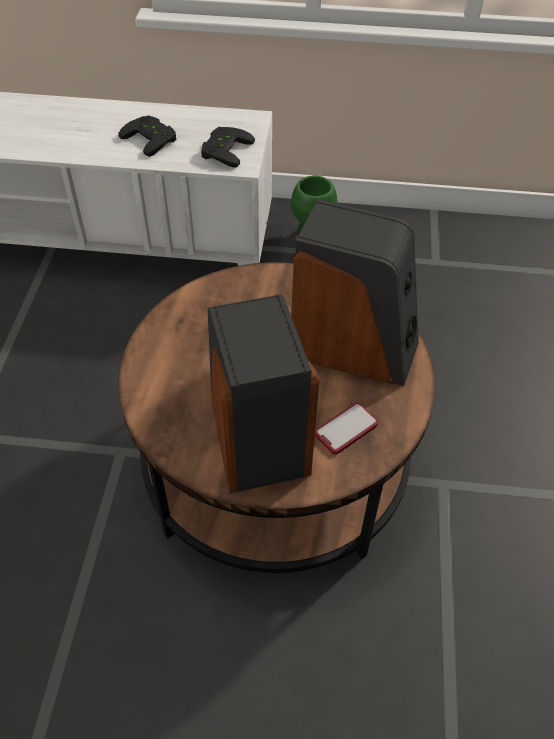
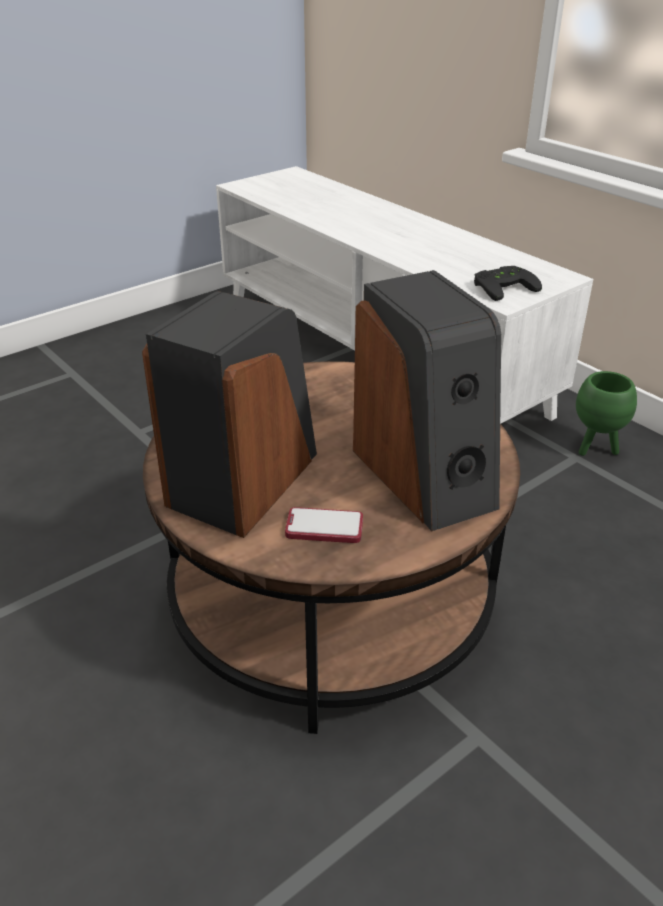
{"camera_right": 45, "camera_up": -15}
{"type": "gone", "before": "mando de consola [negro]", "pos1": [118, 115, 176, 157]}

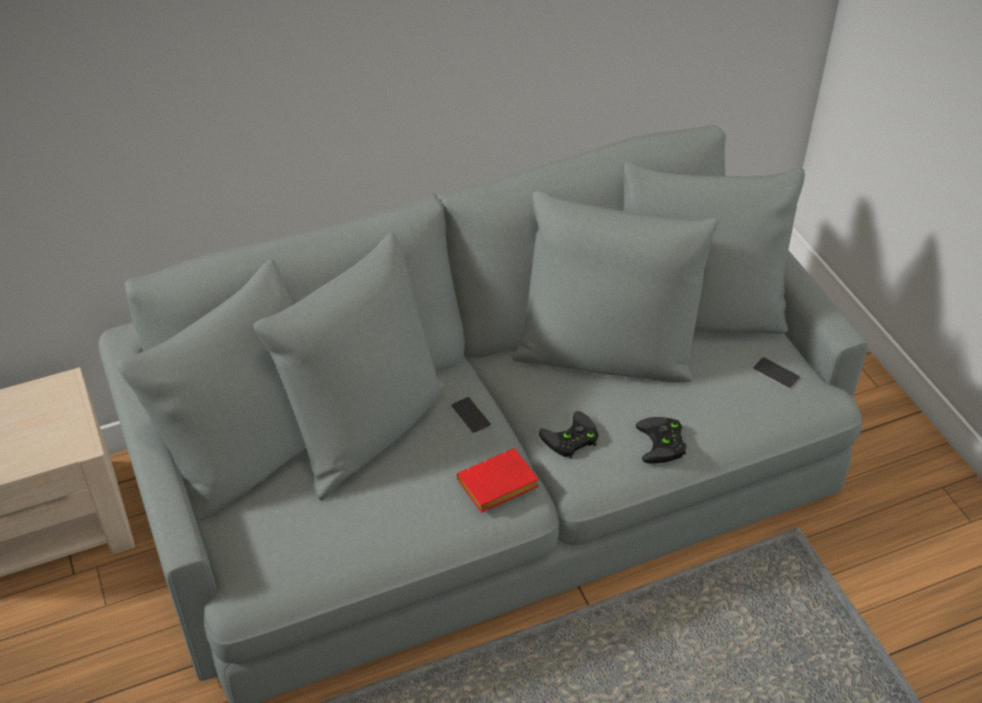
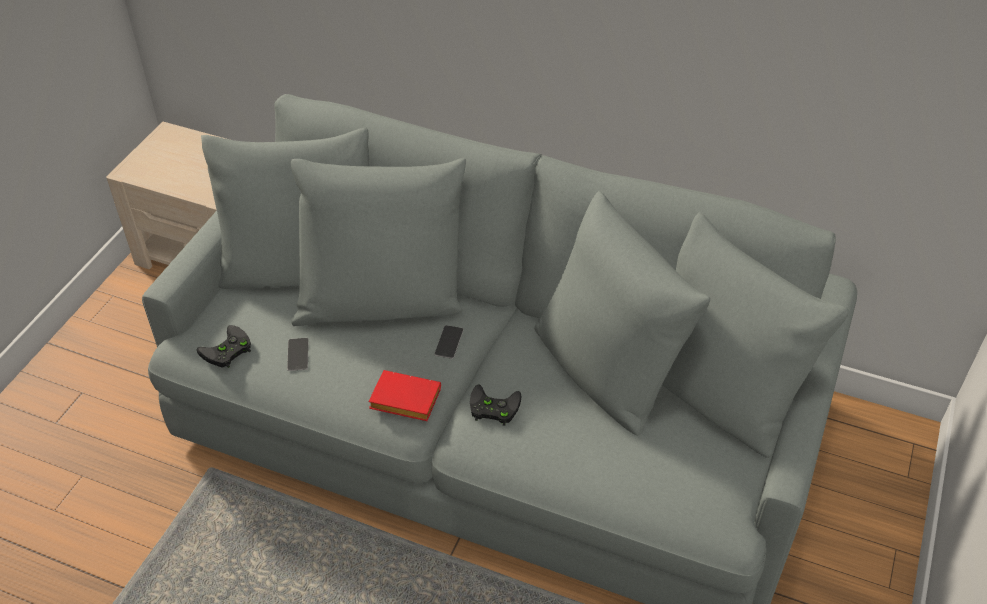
{"camera_right": 45, "camera_up": 0}
{"type": "shifted", "before": "mando de consola [negro]", "pos1": [636, 417, 686, 464], "pos2": [197, 325, 251, 368]}
{"type": "shifted", "before": "móvil", "pos1": [753, 357, 800, 389], "pos2": [287, 338, 309, 371]}

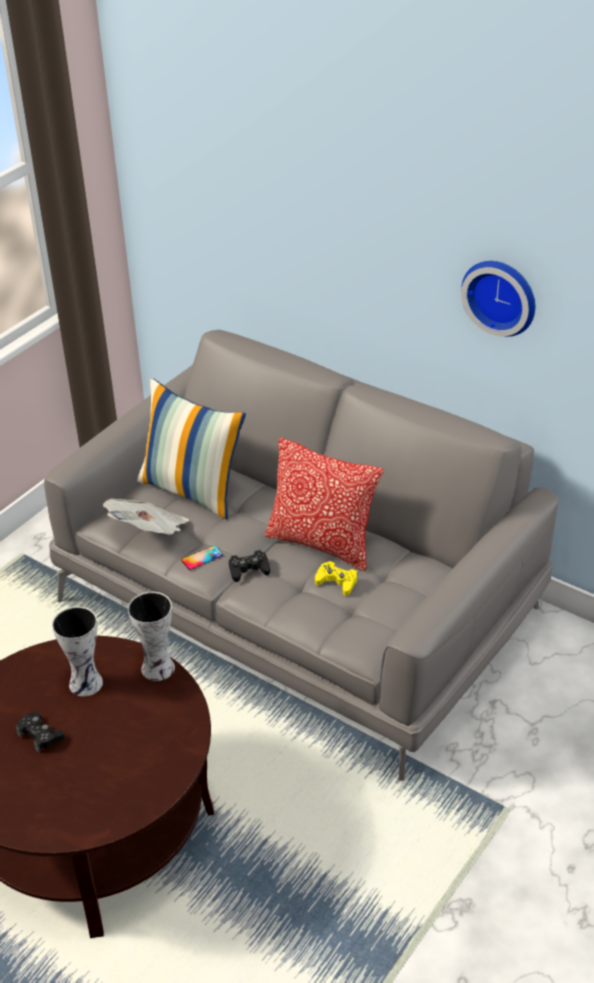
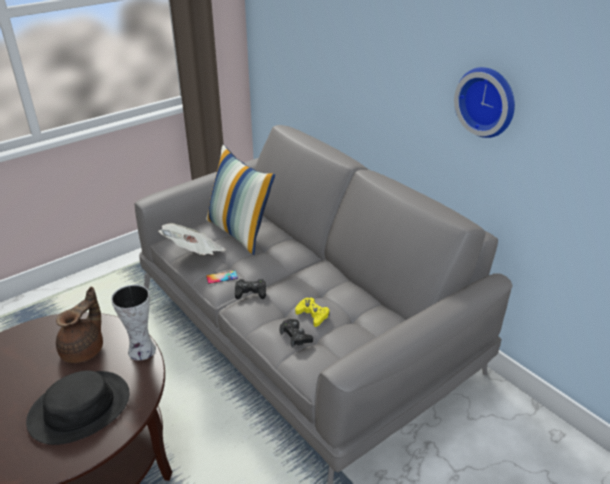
{"camera_right": 15, "camera_up": -5}
{"type": "gone", "before": "cojín", "pos1": [265, 438, 384, 571]}
{"type": "new", "after": "sombrero [negro]", "pos2": [26, 370, 129, 445]}
{"type": "shifted", "before": "mando de consola [negro]", "pos1": [16, 712, 65, 752], "pos2": [280, 319, 313, 348]}
{"type": "swapped", "before": "florero", "after": "tetera [marrón]", "pos1": [52, 606, 103, 696], "pos2": [56, 286, 103, 363]}

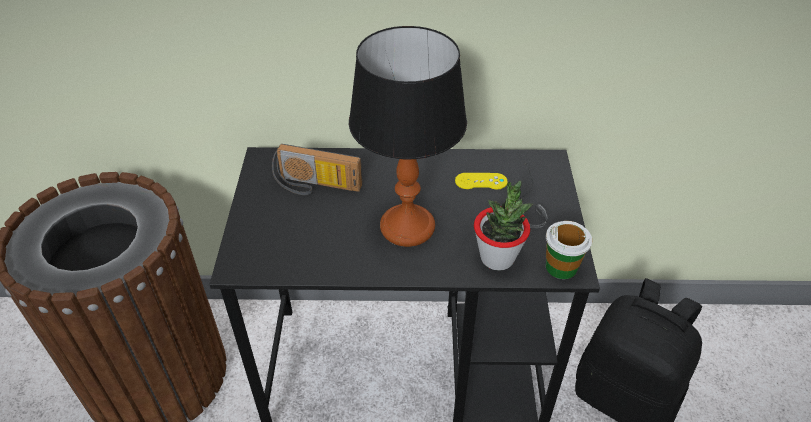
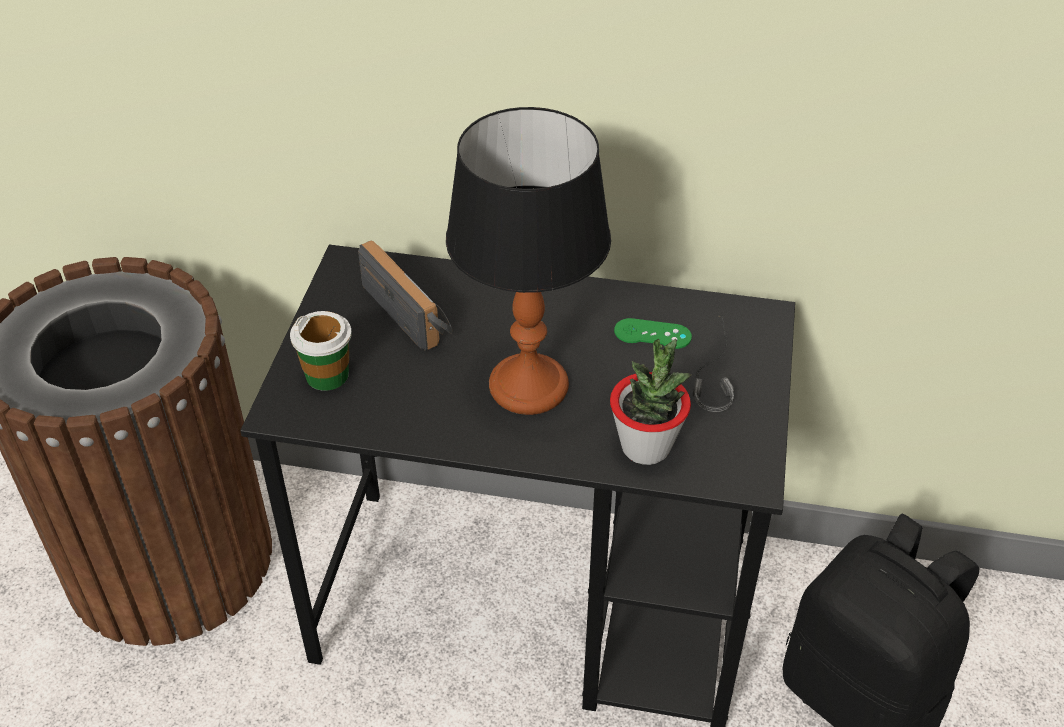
{"camera_right": 10, "camera_up": 0}
{"type": "shifted", "before": "taza", "pos1": [546, 221, 592, 279], "pos2": [290, 311, 352, 391]}
{"type": "repainted", "before": "mando de consola [amarillo]", "after": "mando de consola [verde]", "pos1": [455, 173, 508, 189], "pos2": [614, 318, 692, 349]}
{"type": "rotated", "before": "radio", "pos1": [272, 144, 362, 195], "pos2": [358, 240, 452, 351], "turn": -150}

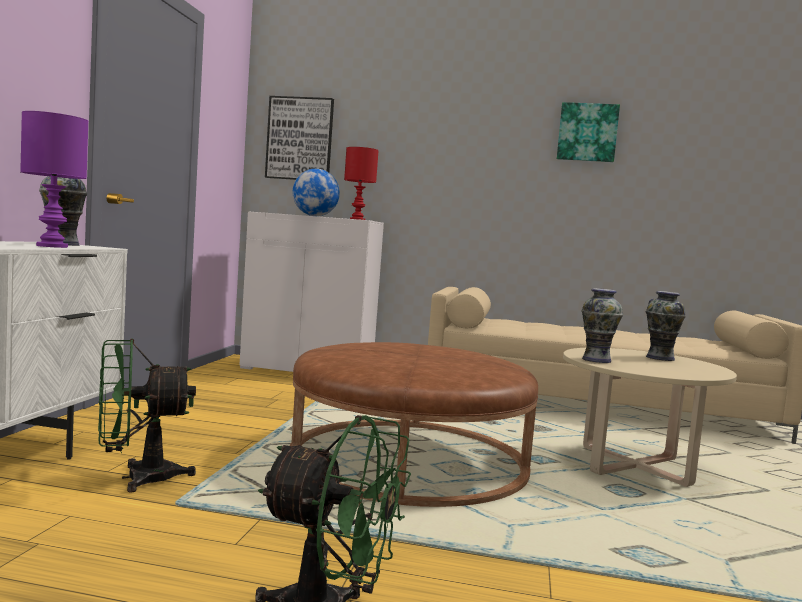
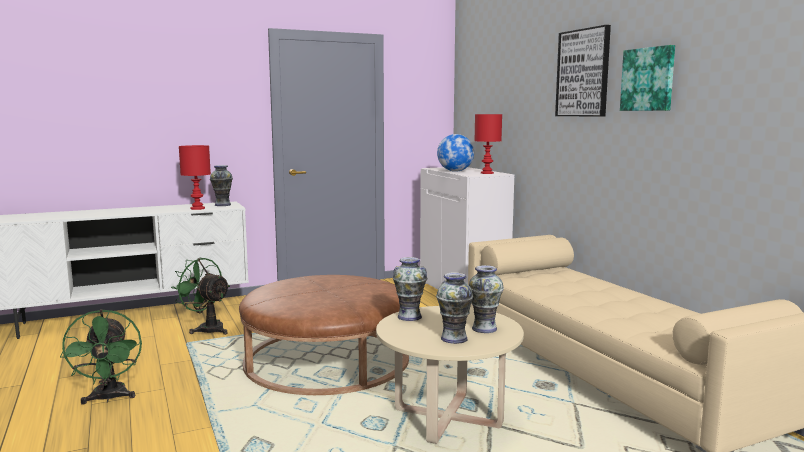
{"camera_right": 55, "camera_up": 5}
{"type": "new", "after": "florero", "pos2": [436, 272, 473, 344]}
{"type": "shifted", "before": "cuadro", "pos1": [265, 96, 334, 180], "pos2": [555, 25, 611, 117]}
{"type": "repainted", "before": "lámpara de mesa [morado]", "after": "lámpara de mesa [rojo]", "pos1": [20, 111, 89, 248], "pos2": [179, 145, 211, 210]}

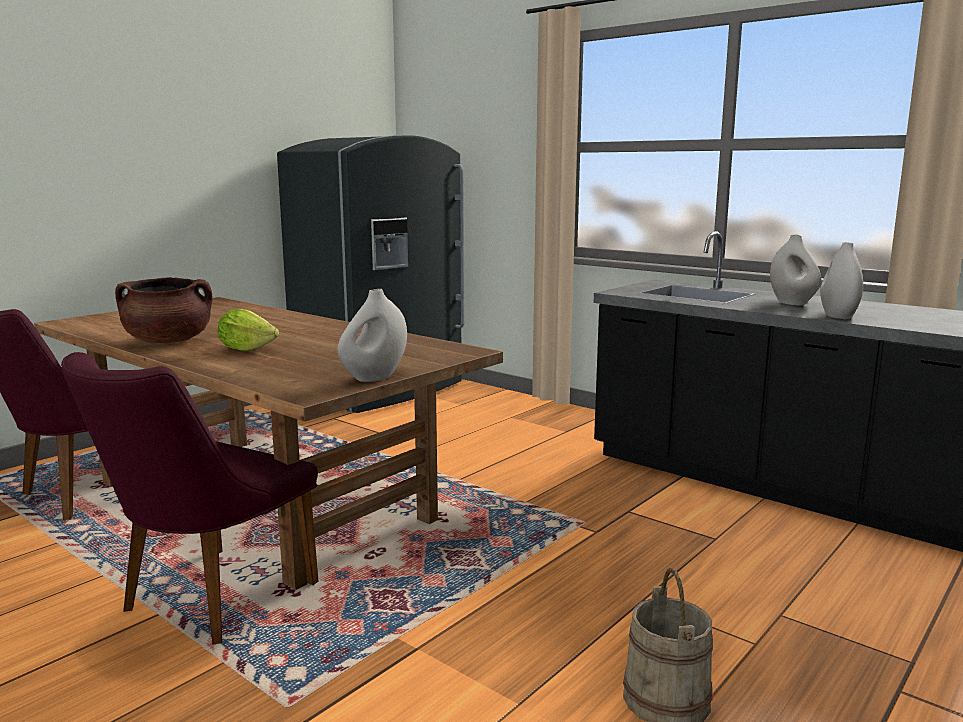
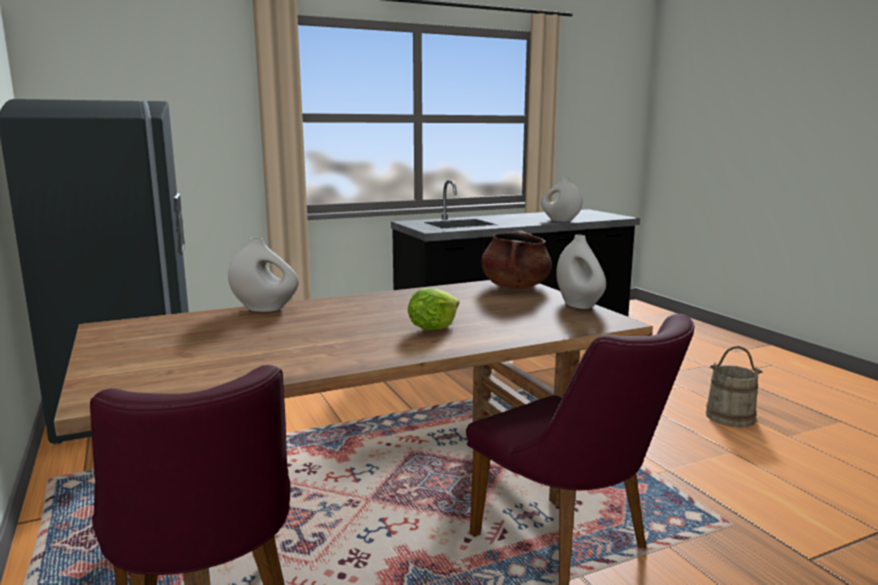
{"camera_right": -65, "camera_up": 0}
{"type": "shifted", "before": "olla [marrón]", "pos1": [115, 277, 213, 343], "pos2": [481, 230, 552, 289]}
{"type": "shifted", "before": "florero [blanco]", "pos1": [770, 234, 821, 305], "pos2": [228, 237, 299, 312]}

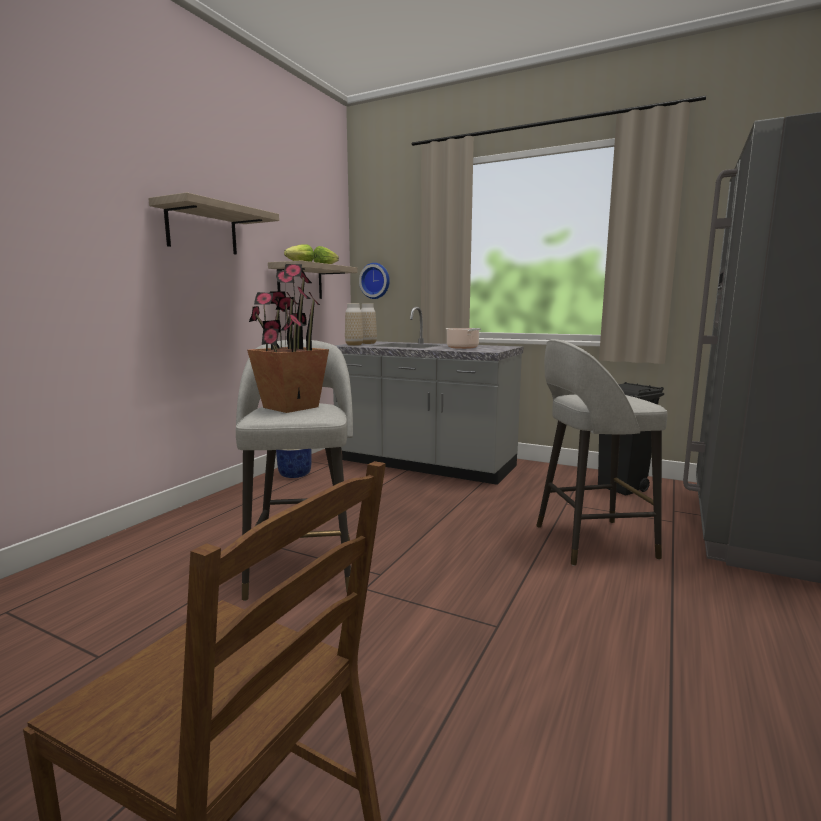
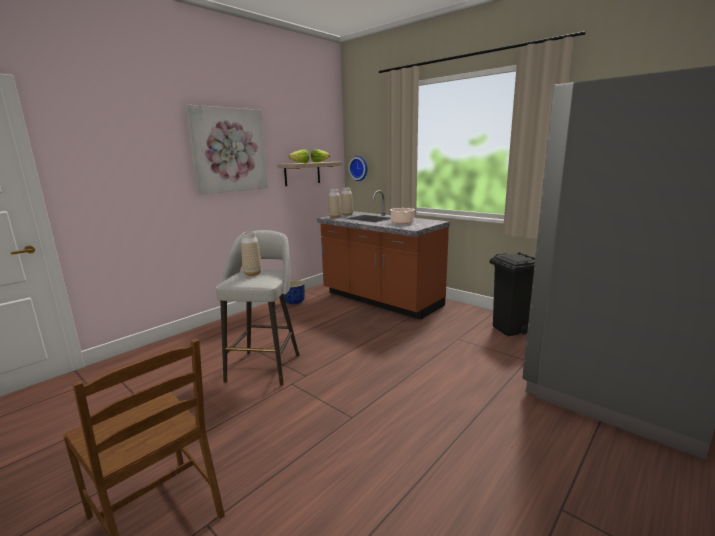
{"camera_right": 15, "camera_up": 5}
{"type": "gone", "before": "taburete [gris]", "pos1": [536, 339, 668, 566]}
{"type": "swapped", "before": "estante", "after": "cuadro", "pos1": [148, 192, 279, 255], "pos2": [185, 105, 268, 195]}
{"type": "swapped", "before": "planta en maceta", "after": "florero", "pos1": [247, 264, 329, 413], "pos2": [241, 232, 262, 276]}
{"type": "repainted", "before": "mueble bajo de cocina [gris]", "after": "mueble bajo de cocina [marrón]", "pos1": [333, 307, 523, 485], "pos2": [317, 190, 450, 320]}

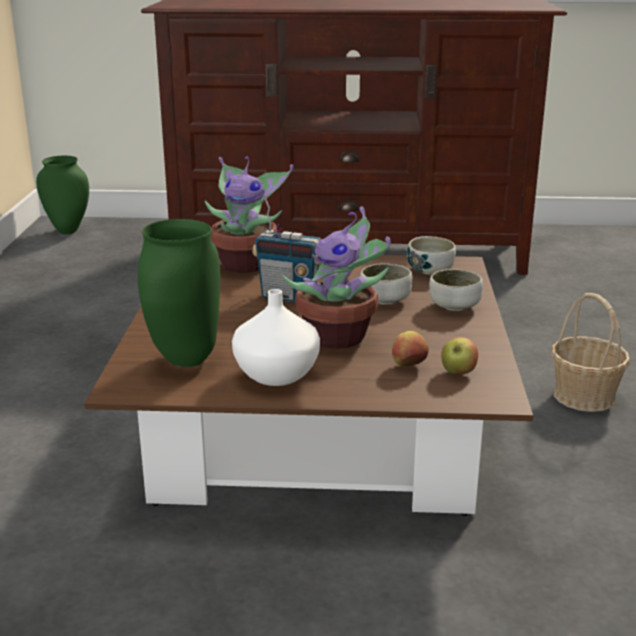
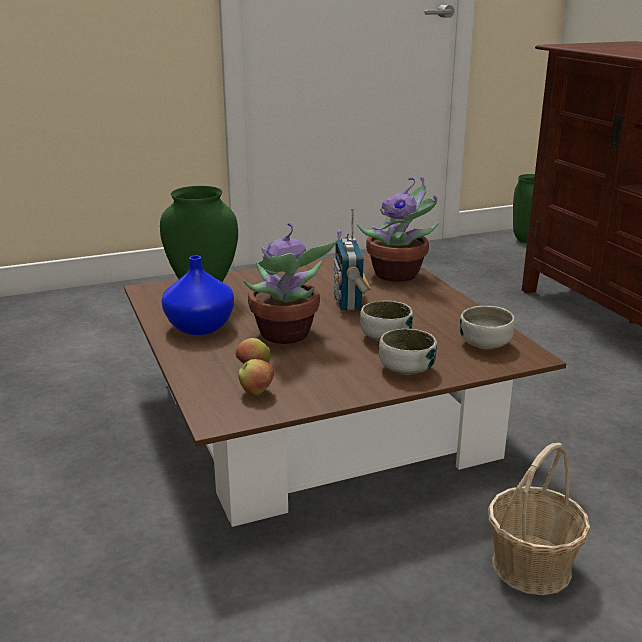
{"camera_right": 65, "camera_up": 0}
{"type": "repainted", "before": "florero [blanco]", "after": "florero [azul]", "pos1": [232, 289, 320, 386], "pos2": [161, 256, 234, 335]}

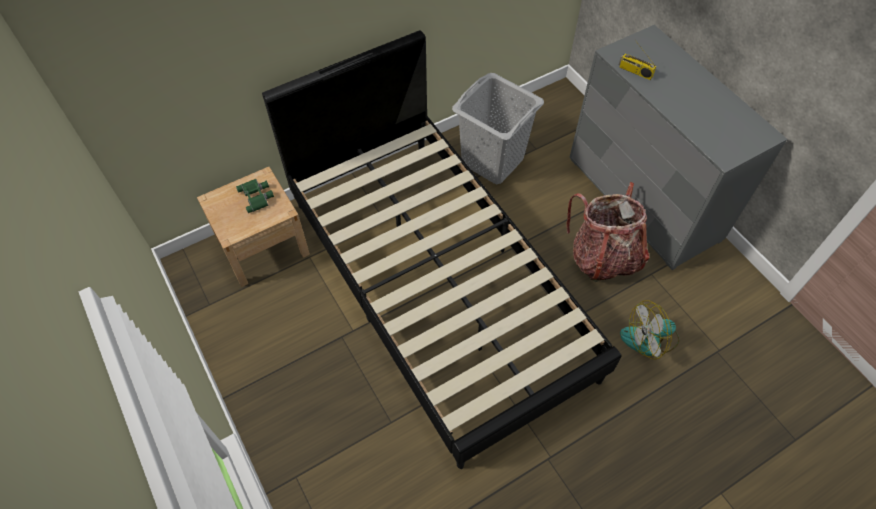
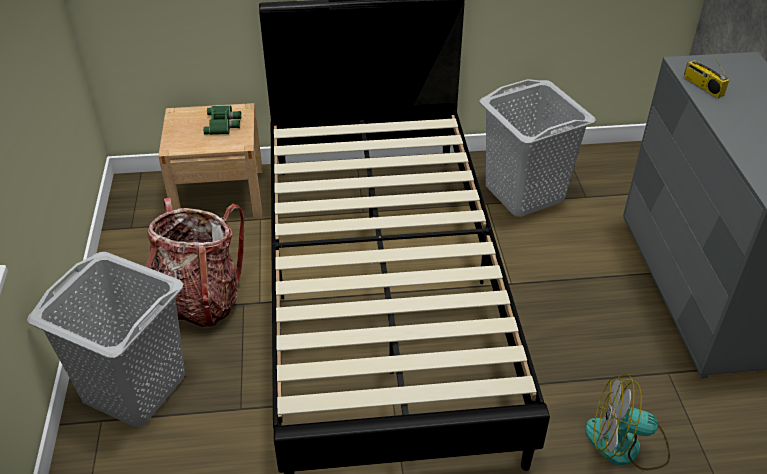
{"camera_right": 25, "camera_up": -15}
{"type": "new", "after": "cesto de la ropa [gris]", "pos2": [27, 252, 185, 427]}
{"type": "shifted", "before": "mochila", "pos1": [566, 182, 649, 282], "pos2": [146, 198, 244, 328]}

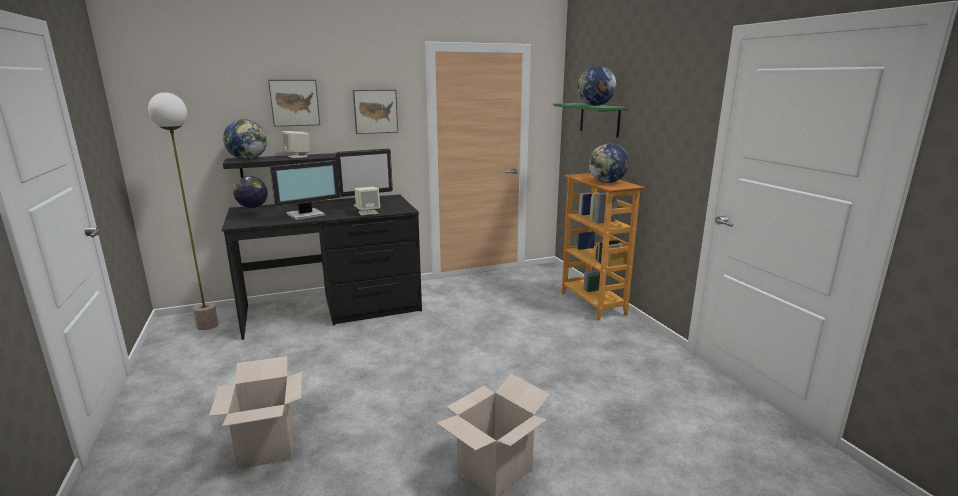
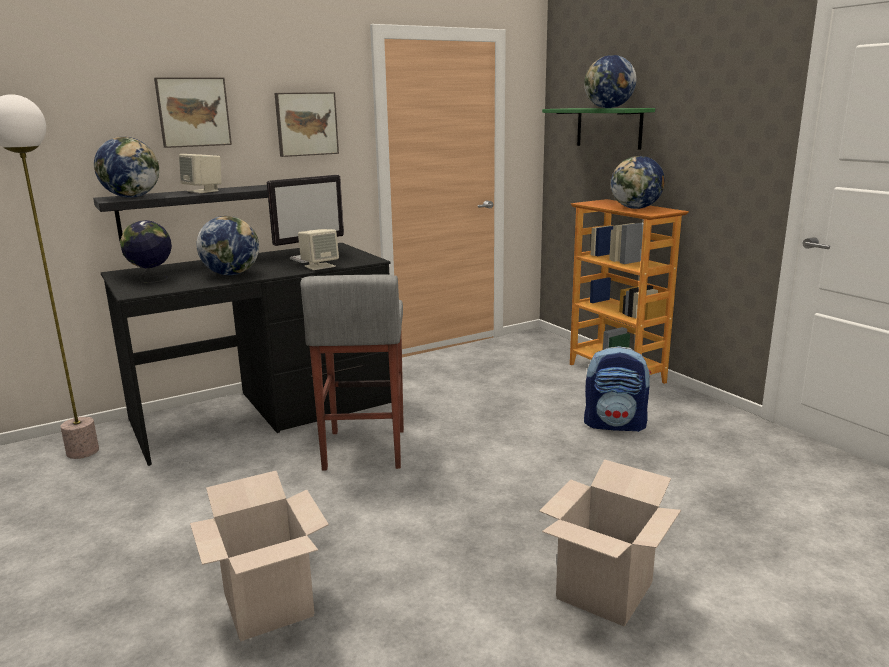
{"camera_right": -10, "camera_up": 0}
{"type": "new", "after": "taburete [gris]", "pos2": [300, 274, 404, 471]}
{"type": "new", "after": "mochila", "pos2": [584, 346, 651, 432]}
{"type": "swapped", "before": "monitor", "after": "globo terráqueo", "pos1": [270, 160, 340, 220], "pos2": [197, 216, 259, 275]}

